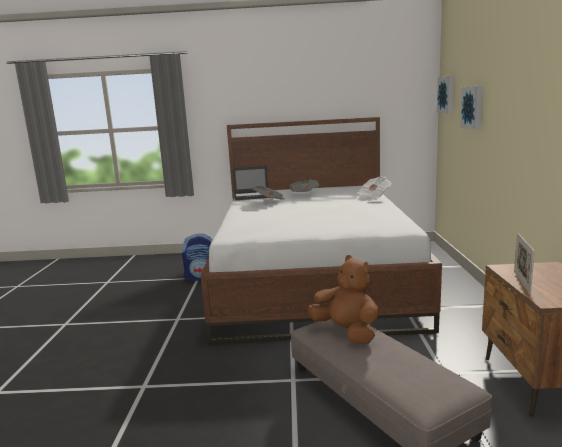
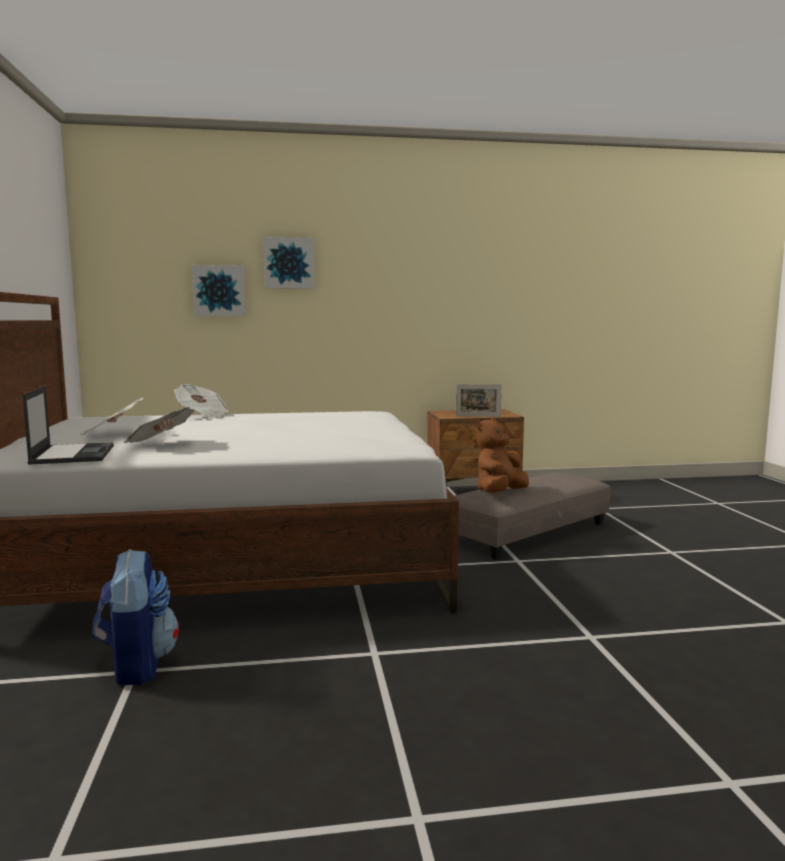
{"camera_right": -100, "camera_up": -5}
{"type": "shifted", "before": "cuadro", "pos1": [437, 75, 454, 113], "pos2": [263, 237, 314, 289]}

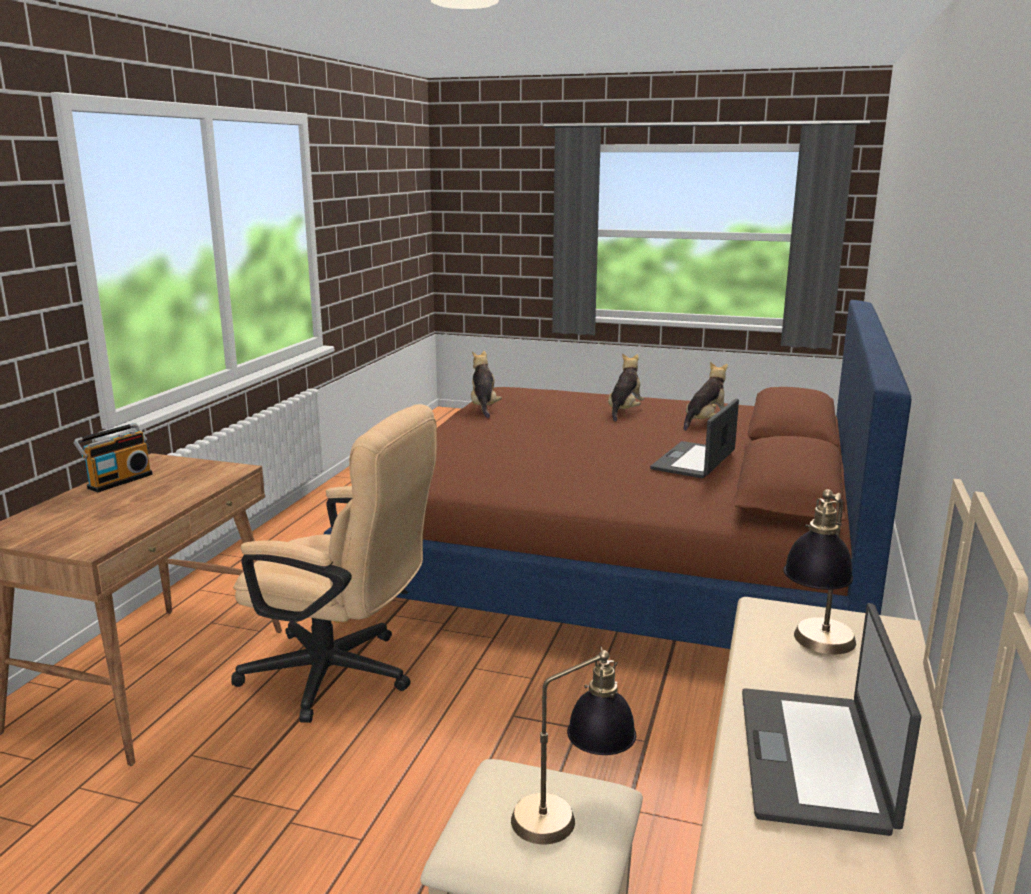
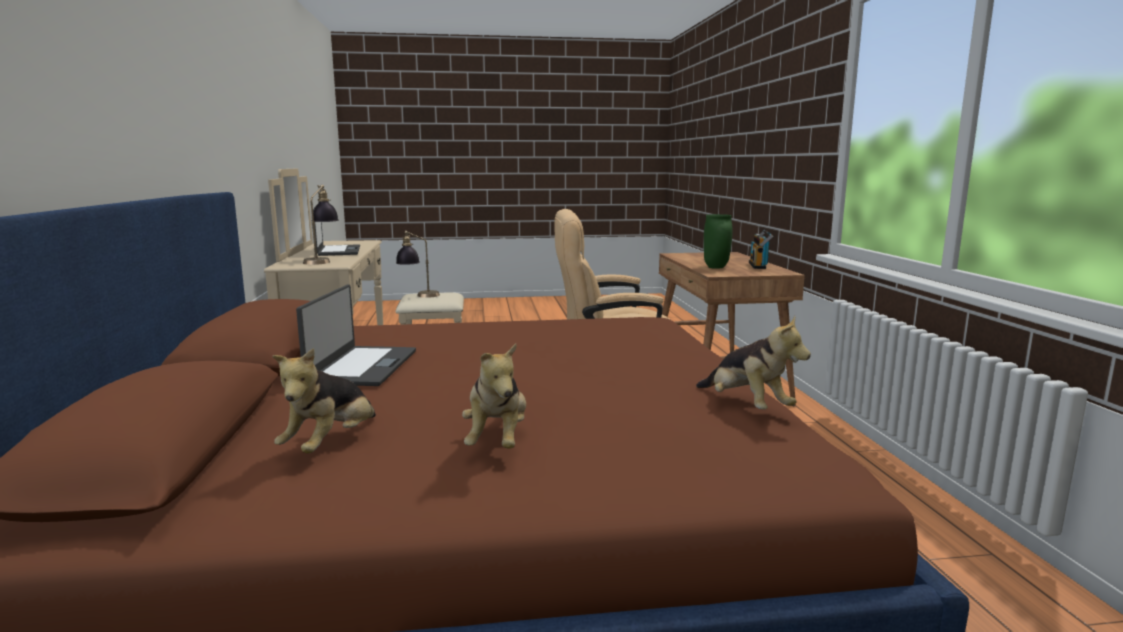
{"camera_right": 155, "camera_up": -5}
{"type": "new", "after": "florero [verde]", "pos2": [704, 214, 733, 269]}

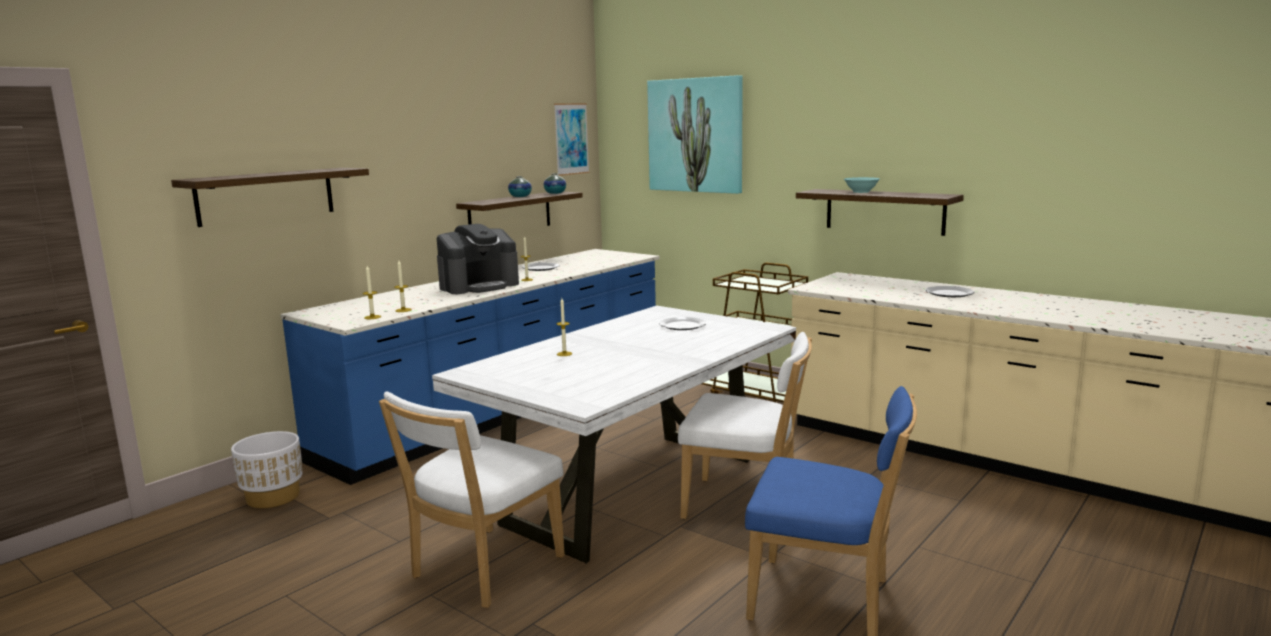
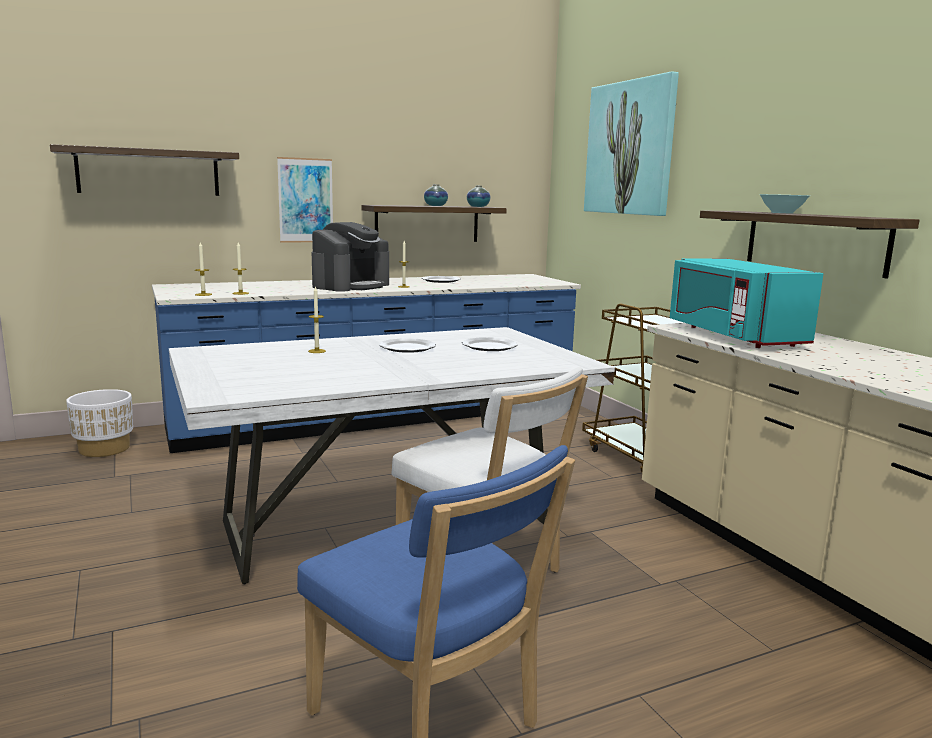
{"camera_right": 25, "camera_up": 0}
{"type": "gone", "before": "silla [blanco]", "pos1": [379, 391, 565, 608]}
{"type": "new", "after": "microondas [turquesa]", "pos2": [670, 258, 823, 348]}
{"type": "shifted", "before": "cuadro", "pos1": [554, 103, 590, 176], "pos2": [277, 157, 333, 242]}
{"type": "shifted", "before": "plato", "pos1": [925, 286, 975, 297], "pos2": [379, 338, 436, 353]}
{"type": "rotated", "before": "cafetera", "pos1": [437, 224, 519, 294], "pos2": [312, 222, 389, 292], "turn": -45}

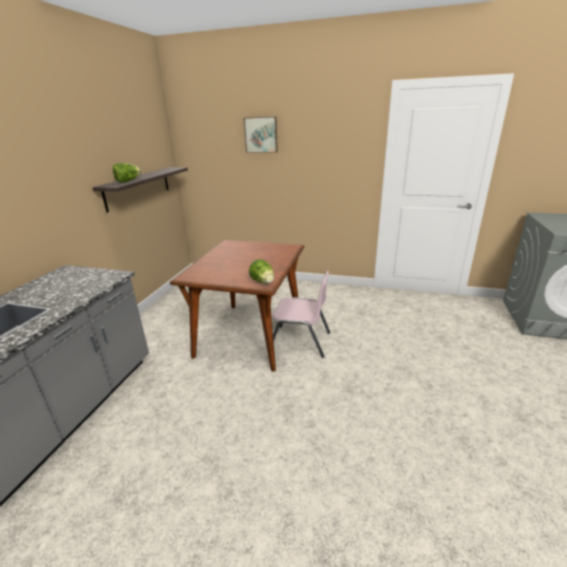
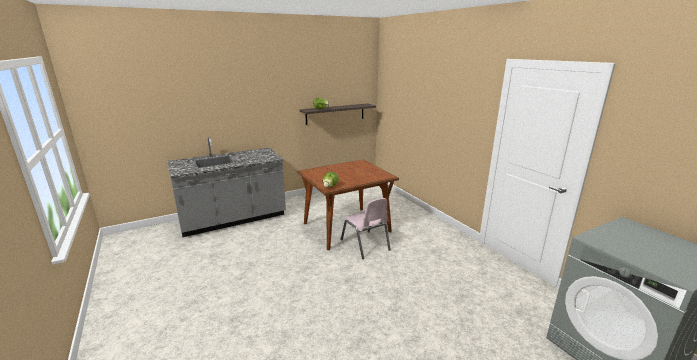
{"camera_right": 45, "camera_up": -5}
{"type": "gone", "before": "cuadro", "pos1": [243, 117, 278, 153]}

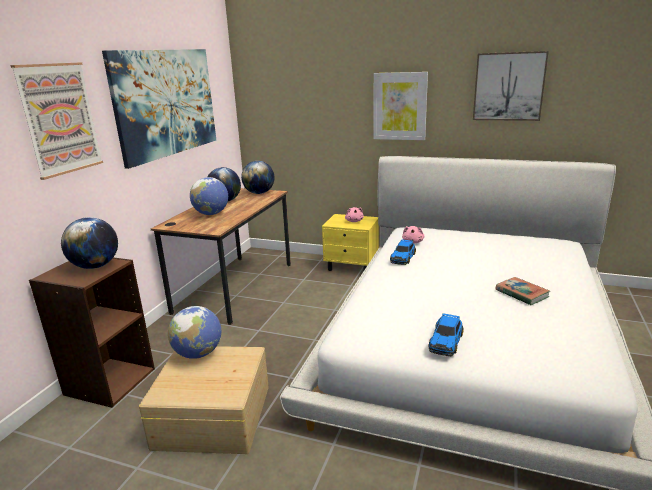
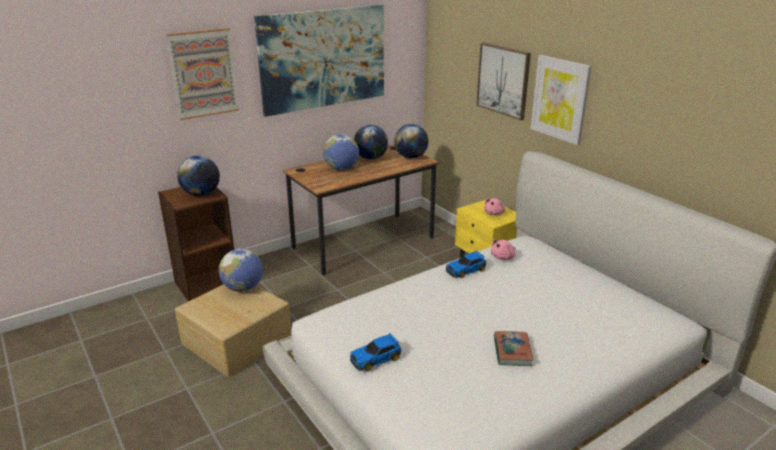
{"camera_right": 35, "camera_up": 5}
{"type": "shifted", "before": "cuadro", "pos1": [473, 51, 549, 121], "pos2": [476, 43, 531, 120]}

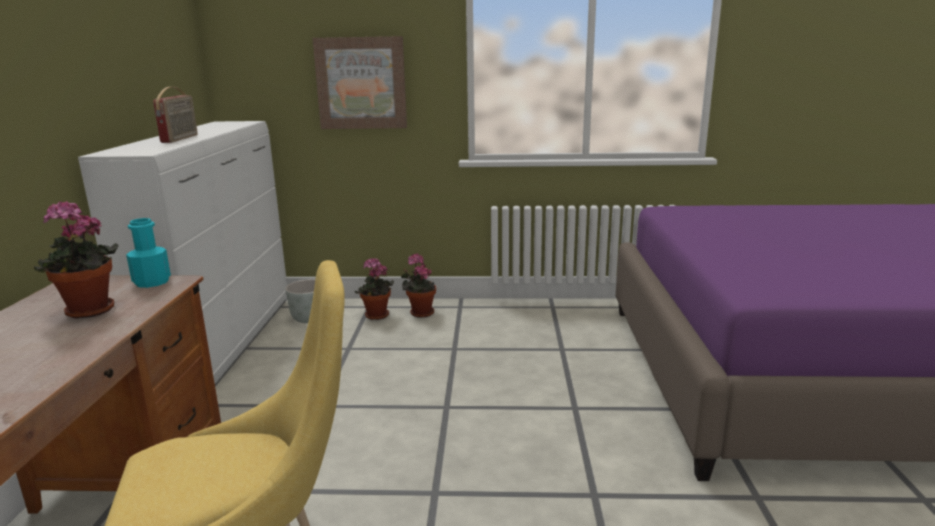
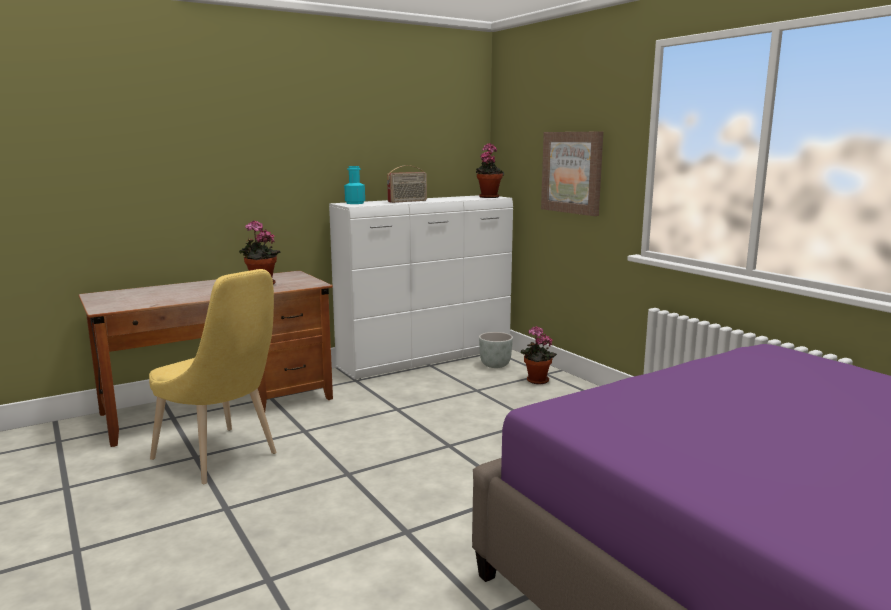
{"camera_right": 55, "camera_up": -5}
{"type": "shifted", "before": "botella [turquesa]", "pos1": [126, 218, 171, 288], "pos2": [344, 166, 365, 204]}
{"type": "shifted", "before": "planta en maceta", "pos1": [401, 253, 436, 318], "pos2": [476, 143, 504, 198]}

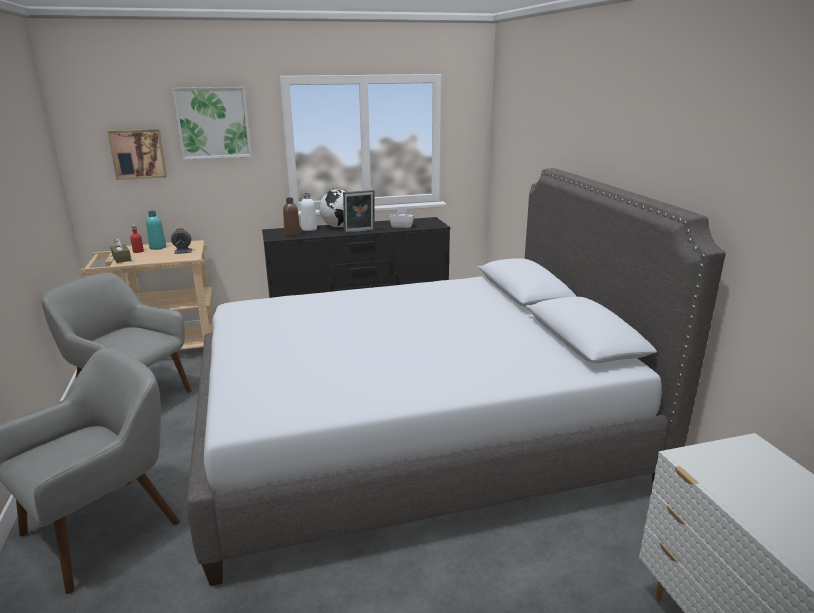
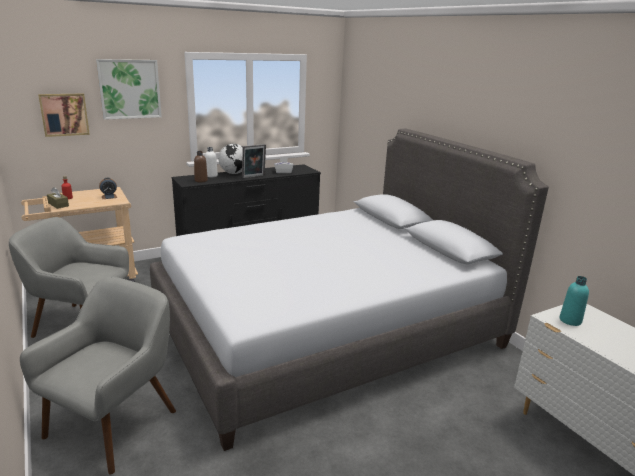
{"camera_right": -15, "camera_up": 0}
{"type": "shifted", "before": "botella [turquesa]", "pos1": [146, 211, 166, 250], "pos2": [560, 276, 589, 326]}

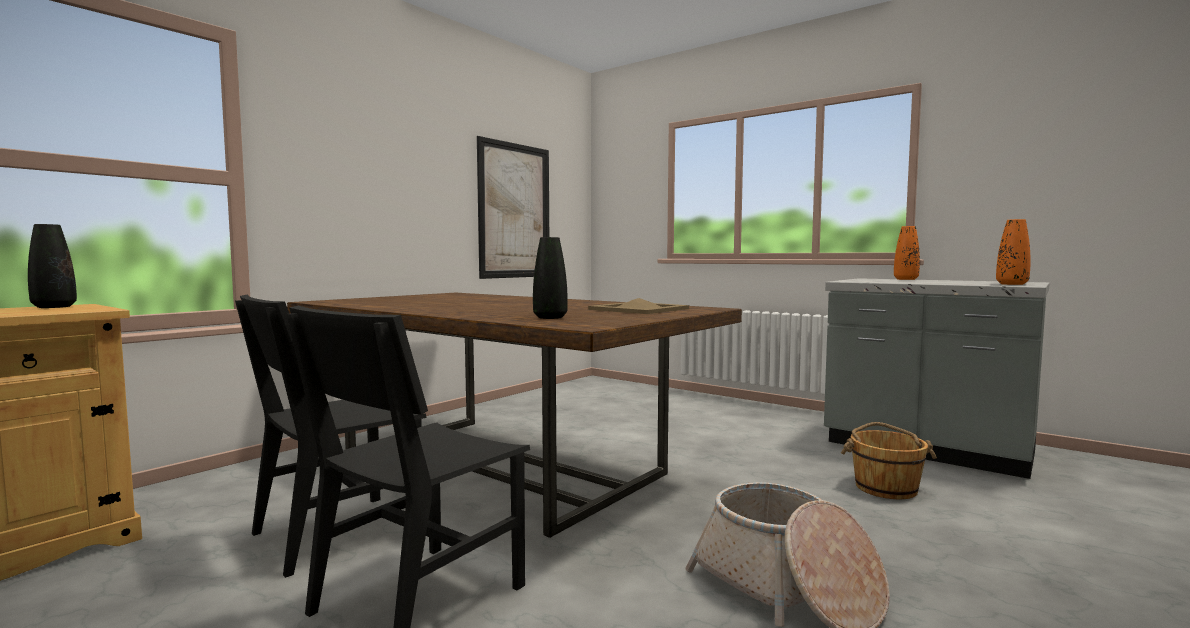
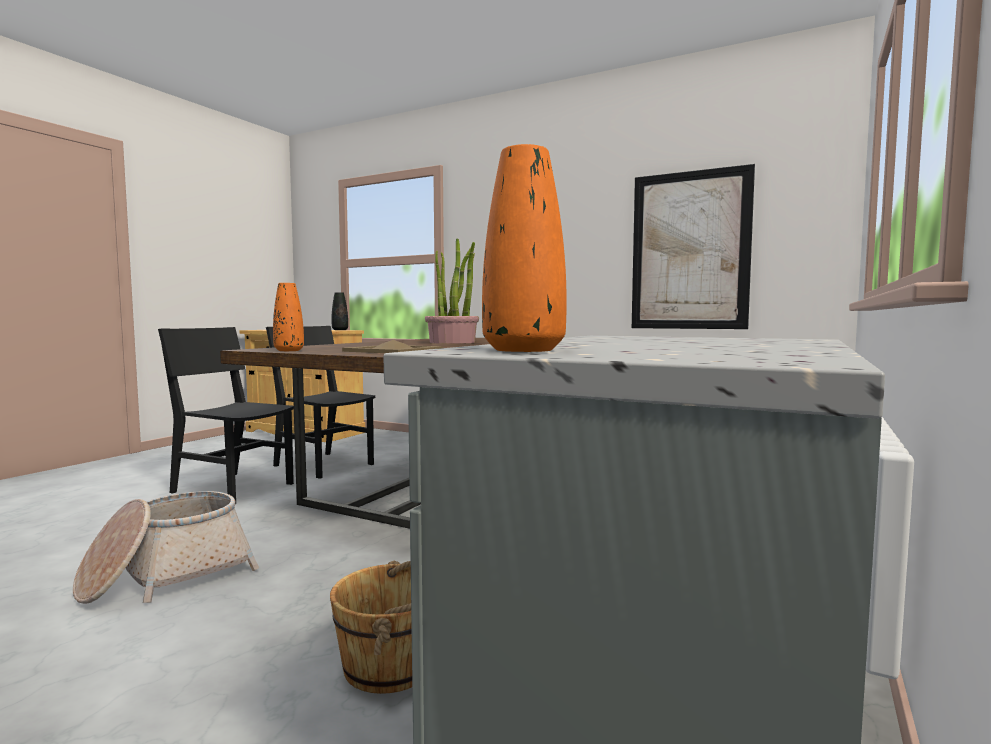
{"camera_right": 80, "camera_up": 0}
{"type": "gone", "before": "florero [negro]", "pos1": [533, 237, 568, 319]}
{"type": "new", "after": "planta en maceta", "pos2": [425, 238, 479, 344]}
{"type": "shifted", "before": "florero [naranja]", "pos1": [894, 226, 920, 280], "pos2": [273, 283, 304, 351]}

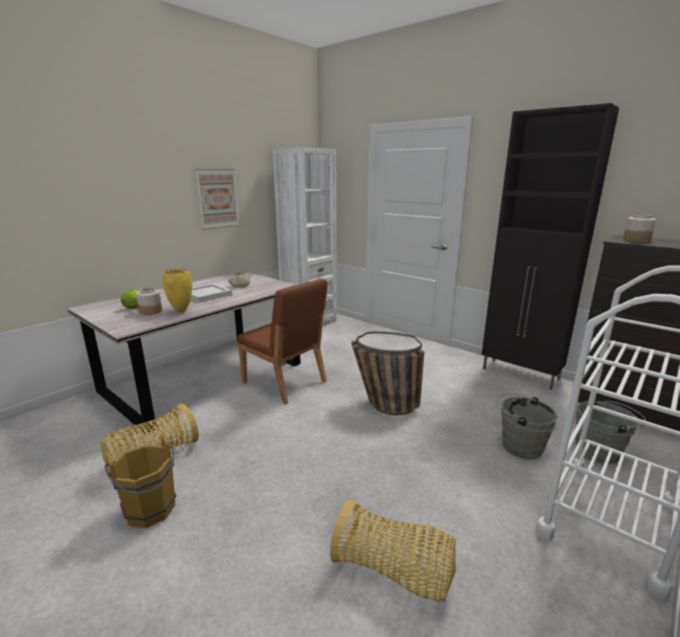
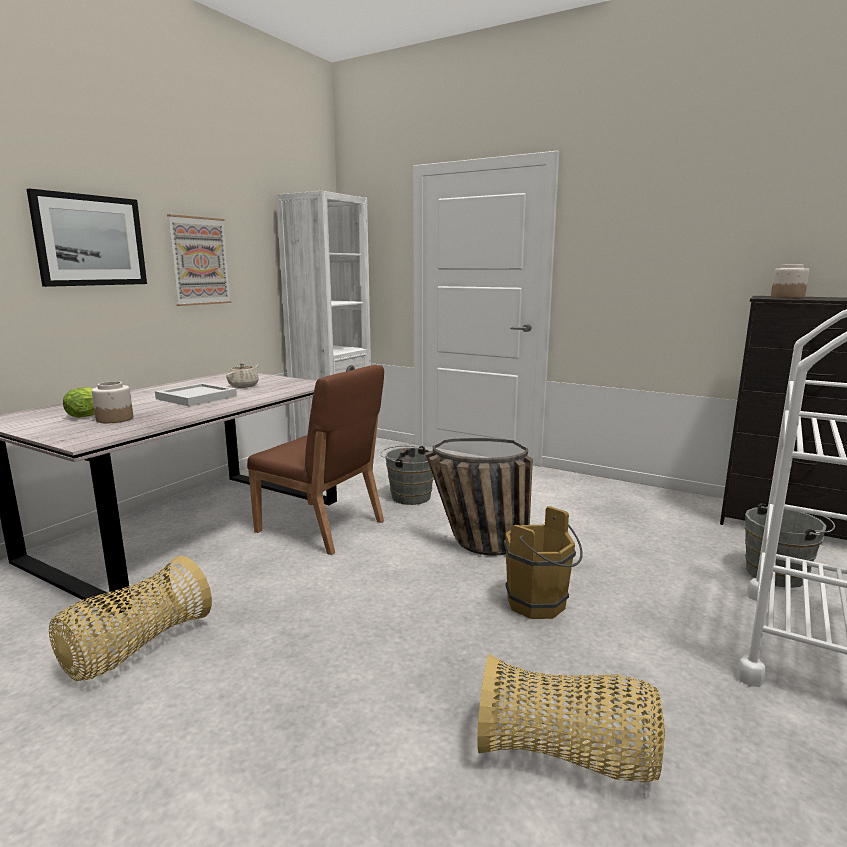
{"camera_right": -10, "camera_up": -5}
{"type": "gone", "before": "florero [amarillo]", "pos1": [162, 269, 192, 313]}
{"type": "gone", "before": "armario [negro]", "pos1": [482, 103, 619, 390]}
{"type": "new", "after": "cuadro", "pos2": [27, 189, 147, 287]}
{"type": "shifted", "before": "cubo [marrón]", "pos1": [105, 433, 176, 528], "pos2": [504, 506, 583, 619]}
{"type": "shifted", "before": "cubo [gris]", "pos1": [496, 394, 558, 459], "pos2": [380, 446, 434, 505]}

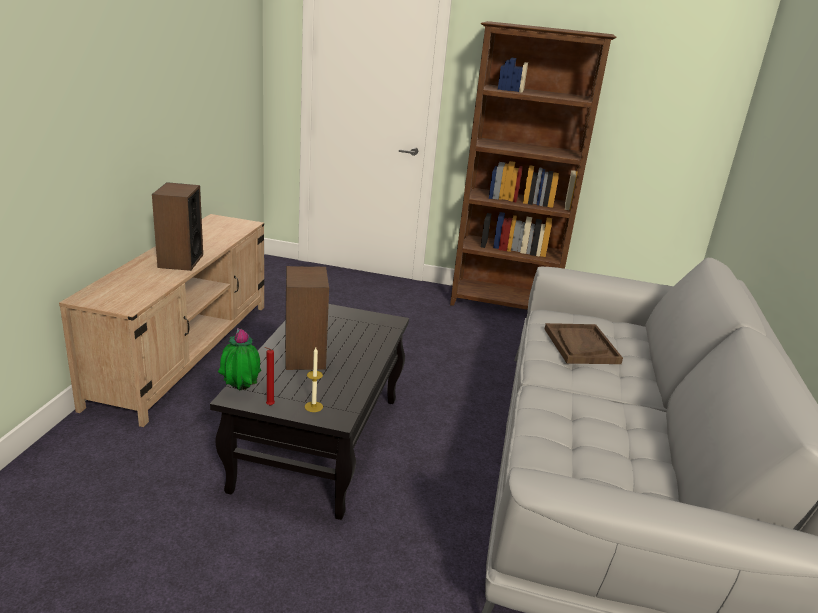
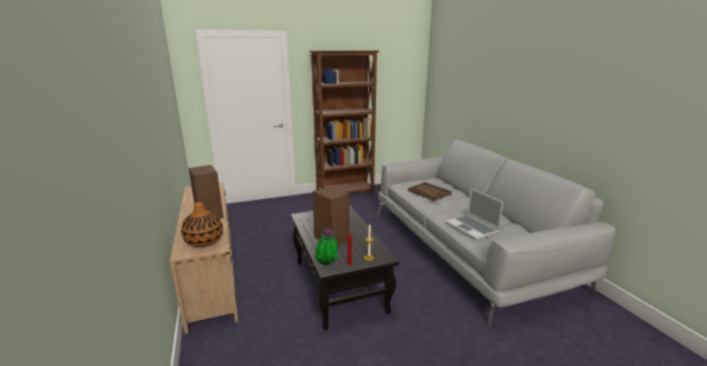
{"camera_right": -30, "camera_up": -5}
{"type": "new", "after": "florero", "pos2": [181, 202, 223, 247]}
{"type": "new", "after": "portátil", "pos2": [446, 188, 503, 240]}

